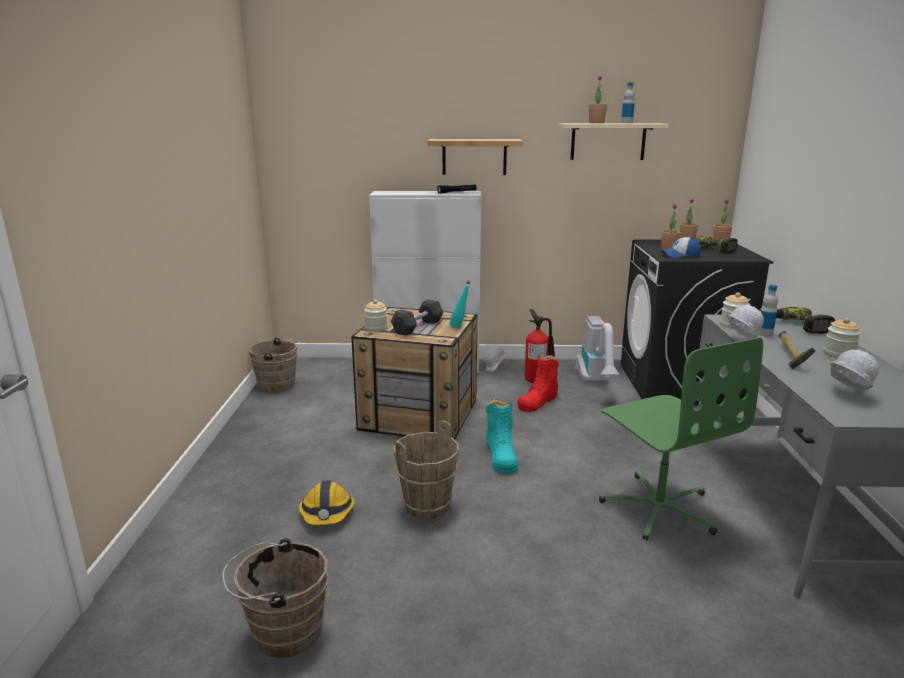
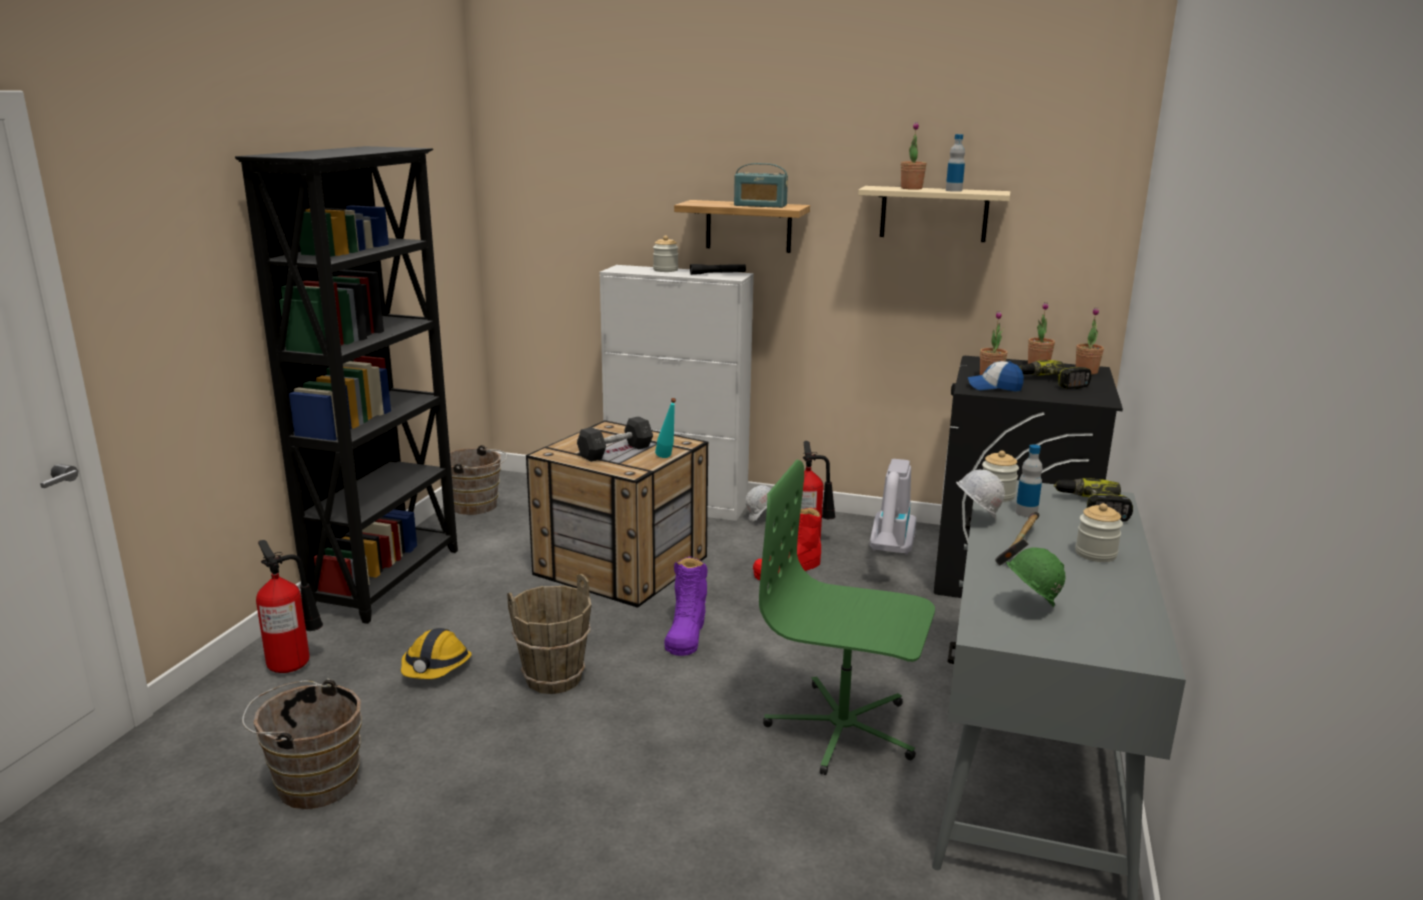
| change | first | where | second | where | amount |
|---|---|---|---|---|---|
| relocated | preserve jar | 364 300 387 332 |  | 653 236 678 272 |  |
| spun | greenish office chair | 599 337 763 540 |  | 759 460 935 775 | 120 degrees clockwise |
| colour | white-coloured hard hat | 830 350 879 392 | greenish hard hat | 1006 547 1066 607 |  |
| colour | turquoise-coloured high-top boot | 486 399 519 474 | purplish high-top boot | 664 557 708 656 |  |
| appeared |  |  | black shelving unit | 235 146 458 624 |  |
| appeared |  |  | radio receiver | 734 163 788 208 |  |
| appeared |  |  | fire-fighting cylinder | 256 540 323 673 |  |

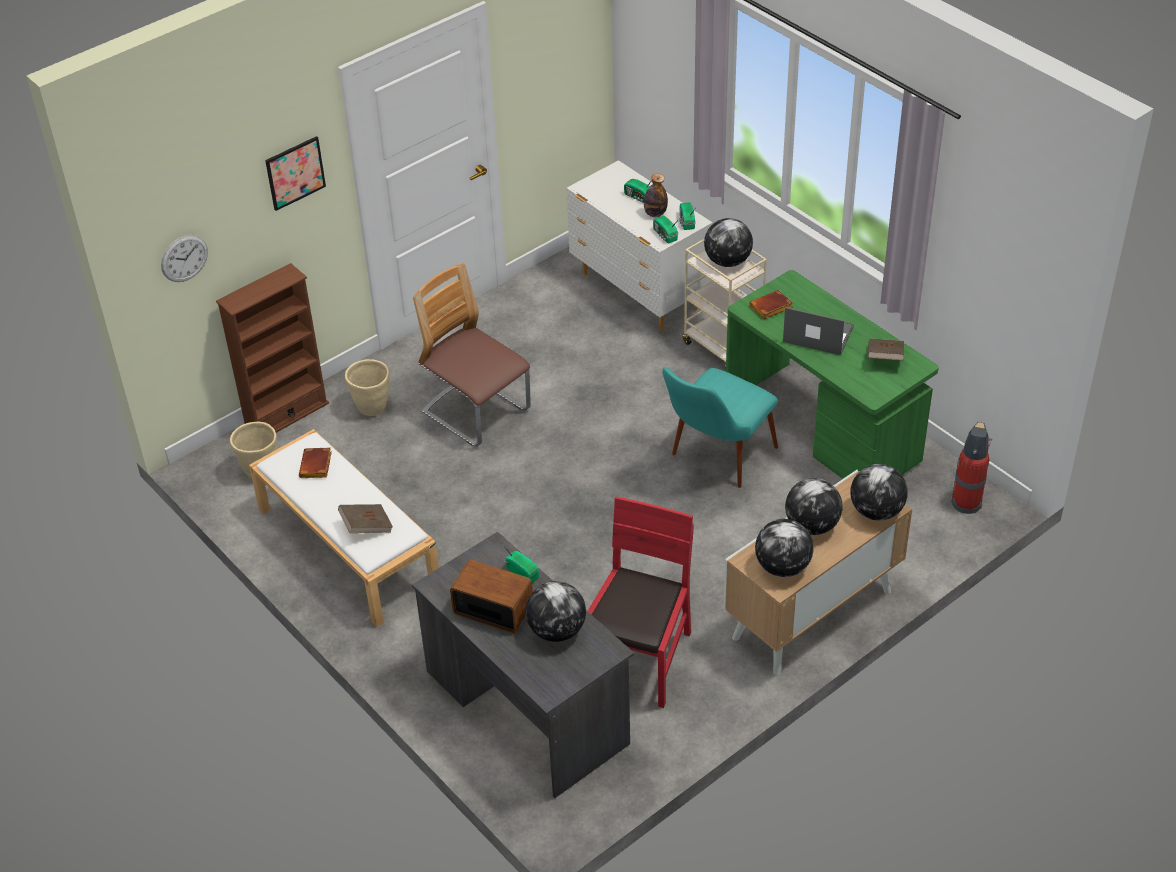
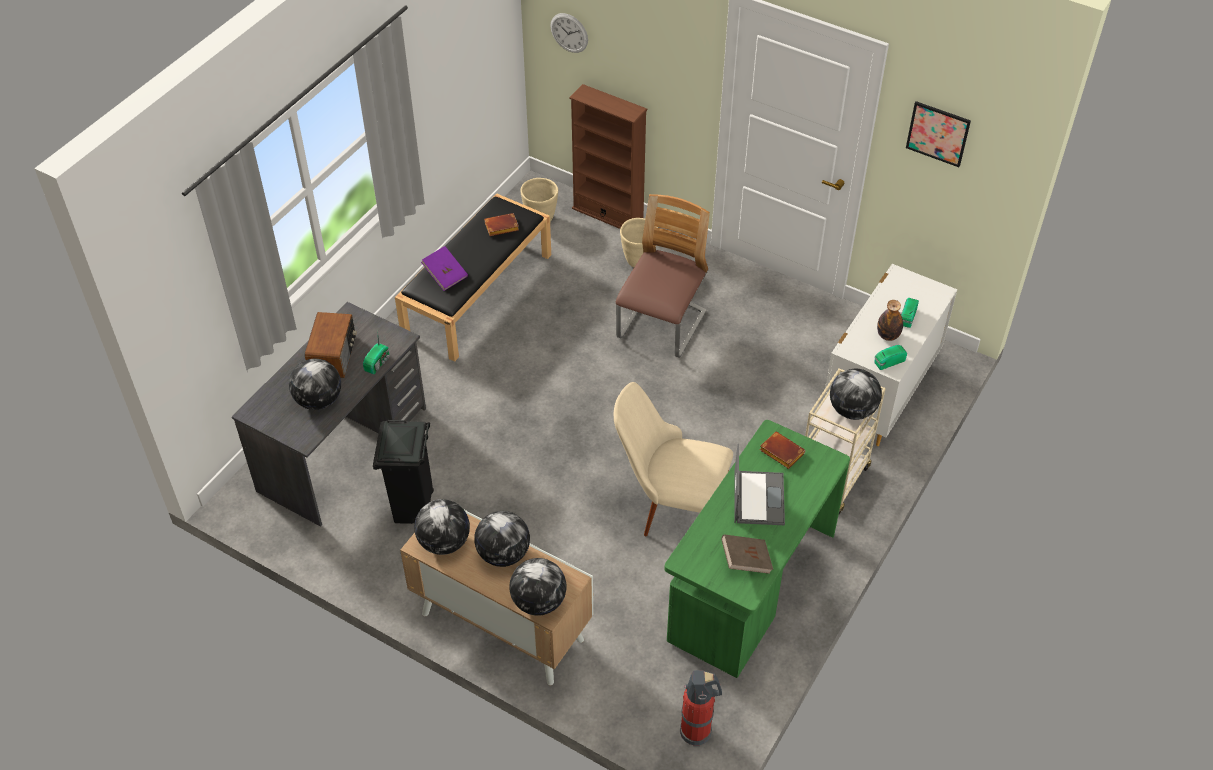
| change | first | where | second | where | amount |
|---|---|---|---|---|---|
| relocated | wall art | 265 136 326 211 |  | 906 101 971 167 |  |
| missing | radio receiver | 653 216 679 243 |  |  |  |
| colour | turquoise-coloured plain chair | 662 367 778 488 | beige plain chair | 614 382 733 536 |  |
| colour | white-coloured bench | 249 429 439 627 | black bench | 395 193 551 362 |  |
| exchanged | red plain chair | 588 496 694 708 | black rubbish bin | 373 420 434 524 |  |
| colour | brown-coloured book | 338 504 393 533 | purplish book | 421 246 468 291 |  |

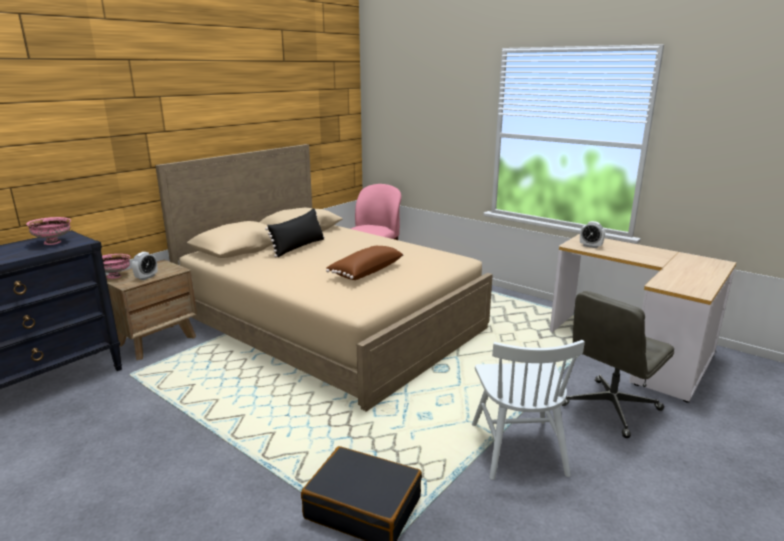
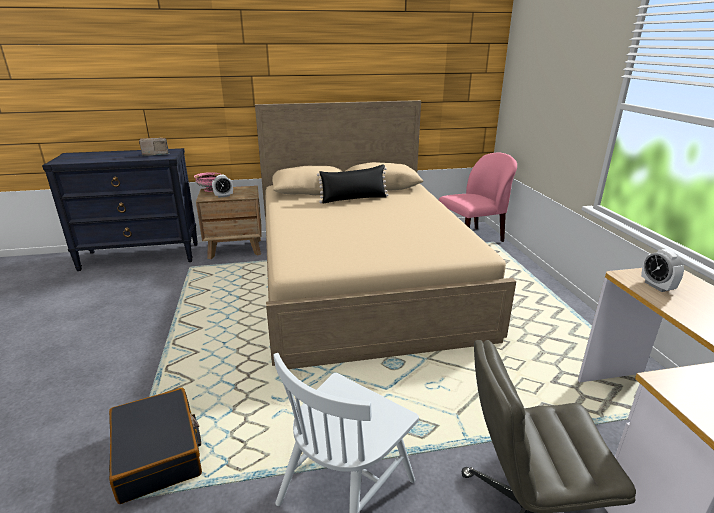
| change | first | where | second | where | amount |
|---|---|---|---|---|---|
| exchanged | pinkish bowl | 26 217 71 245 | radio receiver | 139 138 169 156 |  |
| missing | brown-coloured throw pillow | 326 246 403 280 |  |  |  |

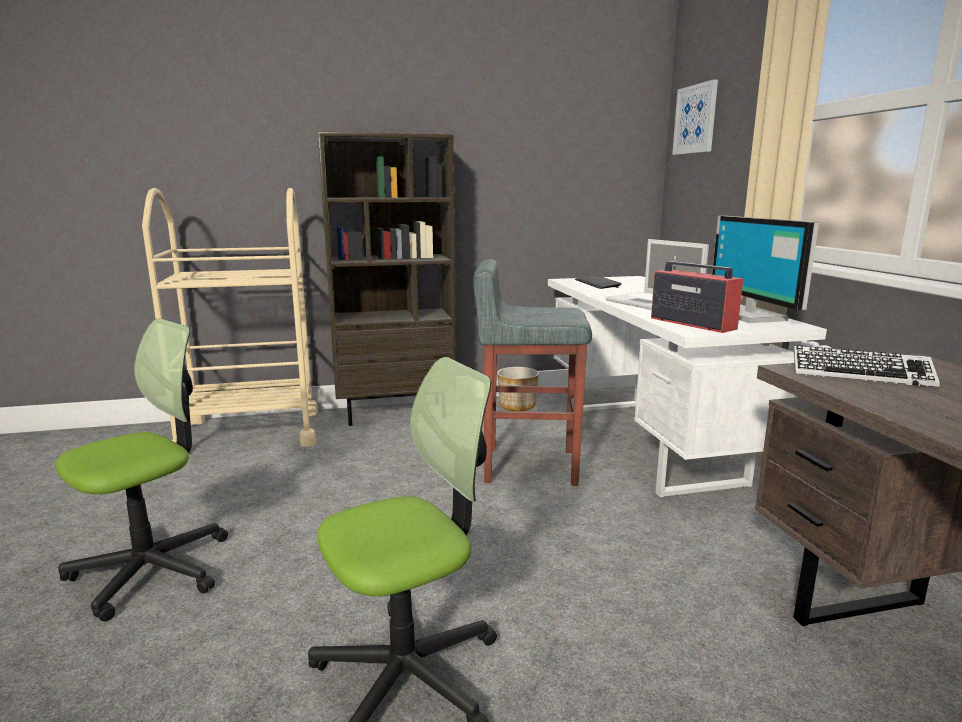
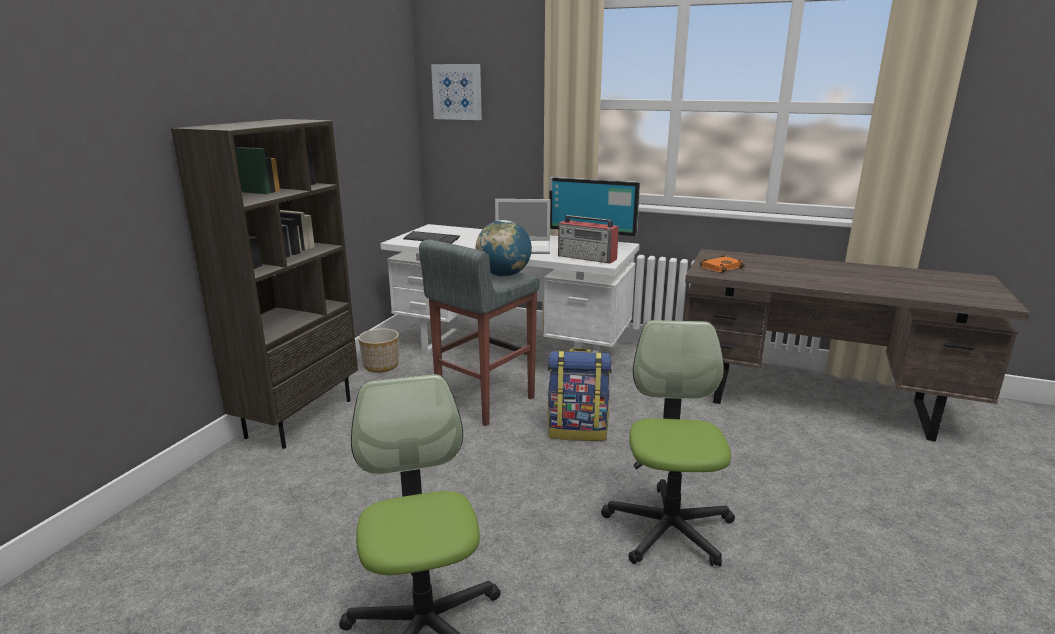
| change | first | where | second | where | amount |
|---|---|---|---|---|---|
| missing | beige trolley | 142 188 318 447 |  |  |  |
| spun | radio receiver | 651 256 743 333 |  | 558 215 619 264 | 150 degrees counterclockwise |
| exchanged | PC keyboard | 794 346 940 388 | orange book | 700 255 745 273 |  |
| appeared |  |  | world globe | 476 220 532 277 |  |
| appeared |  |  | rucksack | 548 348 612 441 |  |

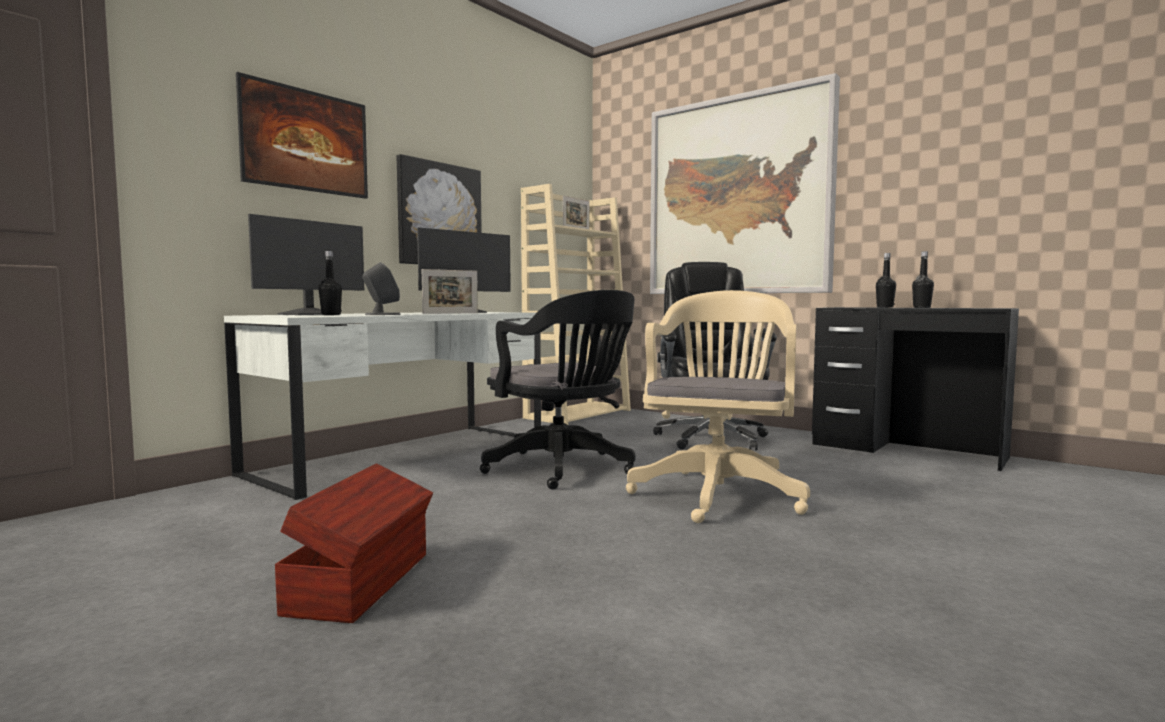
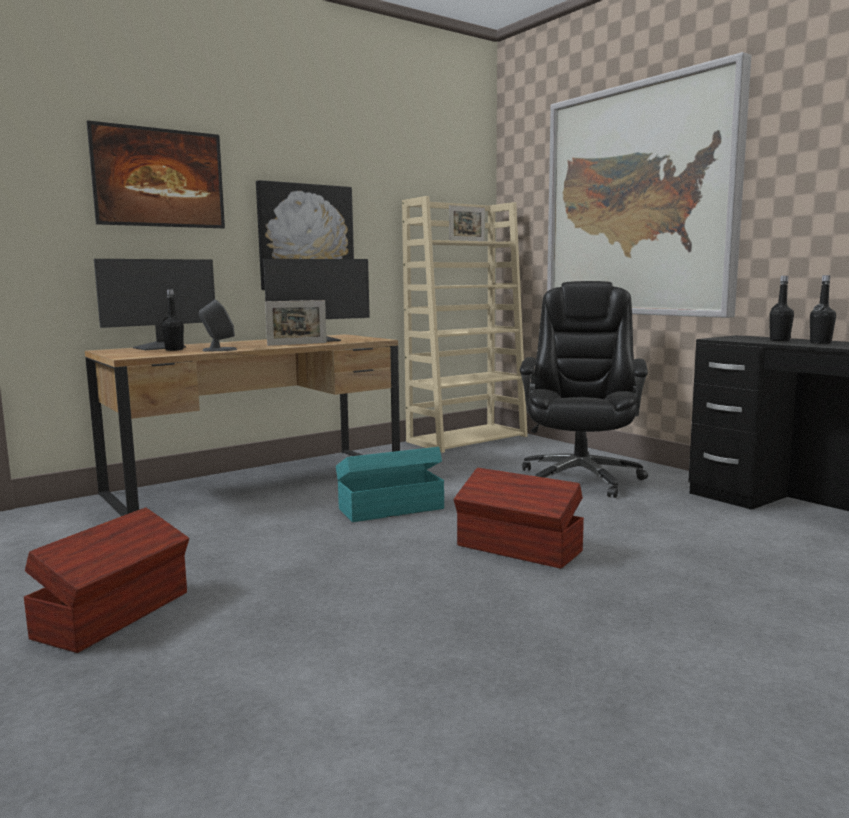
| change | first | where | second | where | amount |
|---|---|---|---|---|---|
| exchanged | black office chair | 480 290 636 490 | turquoise-coloured storage box | 336 447 444 522 |  |
| exchanged | beige office chair | 626 290 810 523 | brown-coloured storage box | 454 468 584 569 |  |
| colour | white-coloured desk unit | 224 312 541 500 | brown-coloured desk unit | 85 334 400 516 |  |

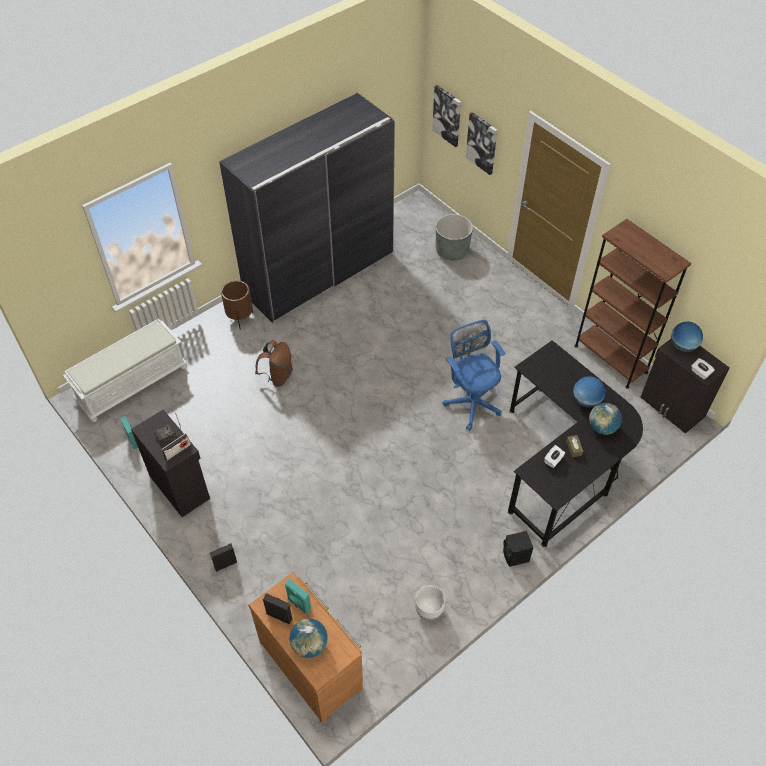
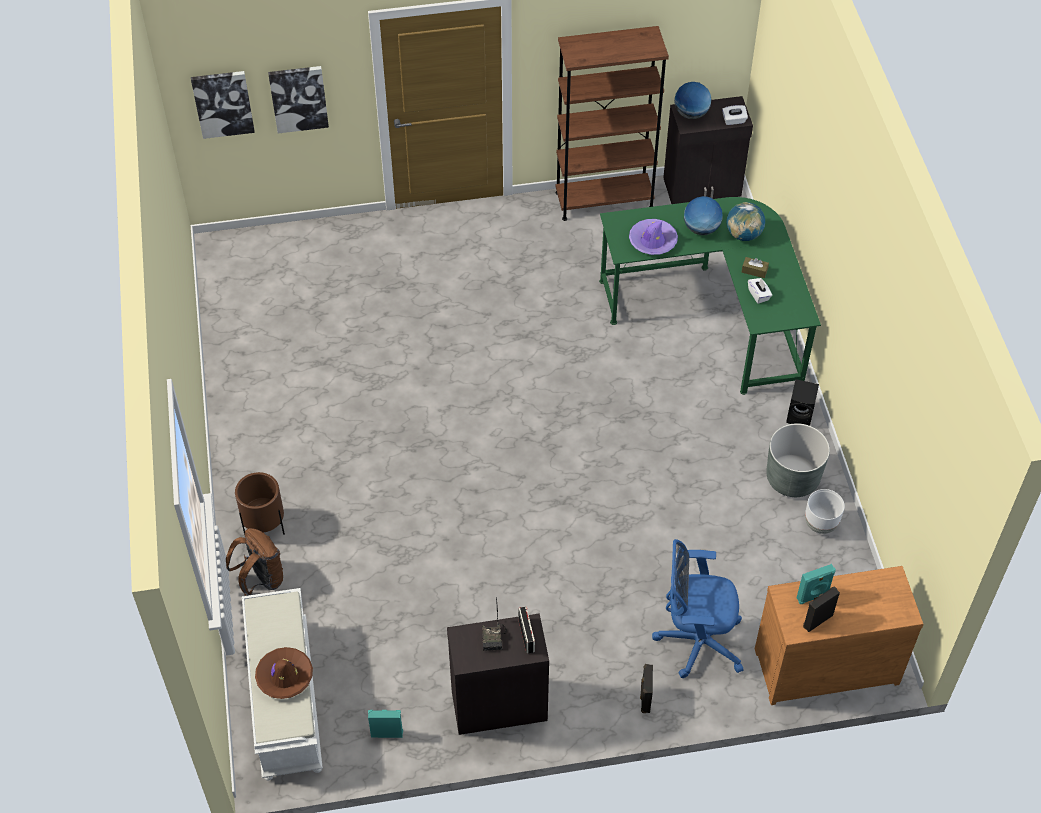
| change | first | where | second | where | amount |
|---|---|---|---|---|---|
| missing | greyish clothes cupboard | 219 93 395 323 |  |  |  |
| relocated | greyish plant pot | 436 214 473 261 |  | 766 423 830 497 |  |
| relocated | blue-coloured office chair | 443 320 505 431 |  | 652 539 743 678 |  |
| relocated | brown-coloured rucksack | 255 340 293 387 |  | 226 528 283 596 |  |
| colour | black desk unit | 508 340 643 547 | greenish desk unit | 599 197 821 395 |  |
| missing | world globe | 290 618 328 658 |  |  |  |
| appeared |  |  | purplish hat | 629 219 678 255 |  |
| appeared |  |  | brown-coloured hat | 255 647 313 699 |  |

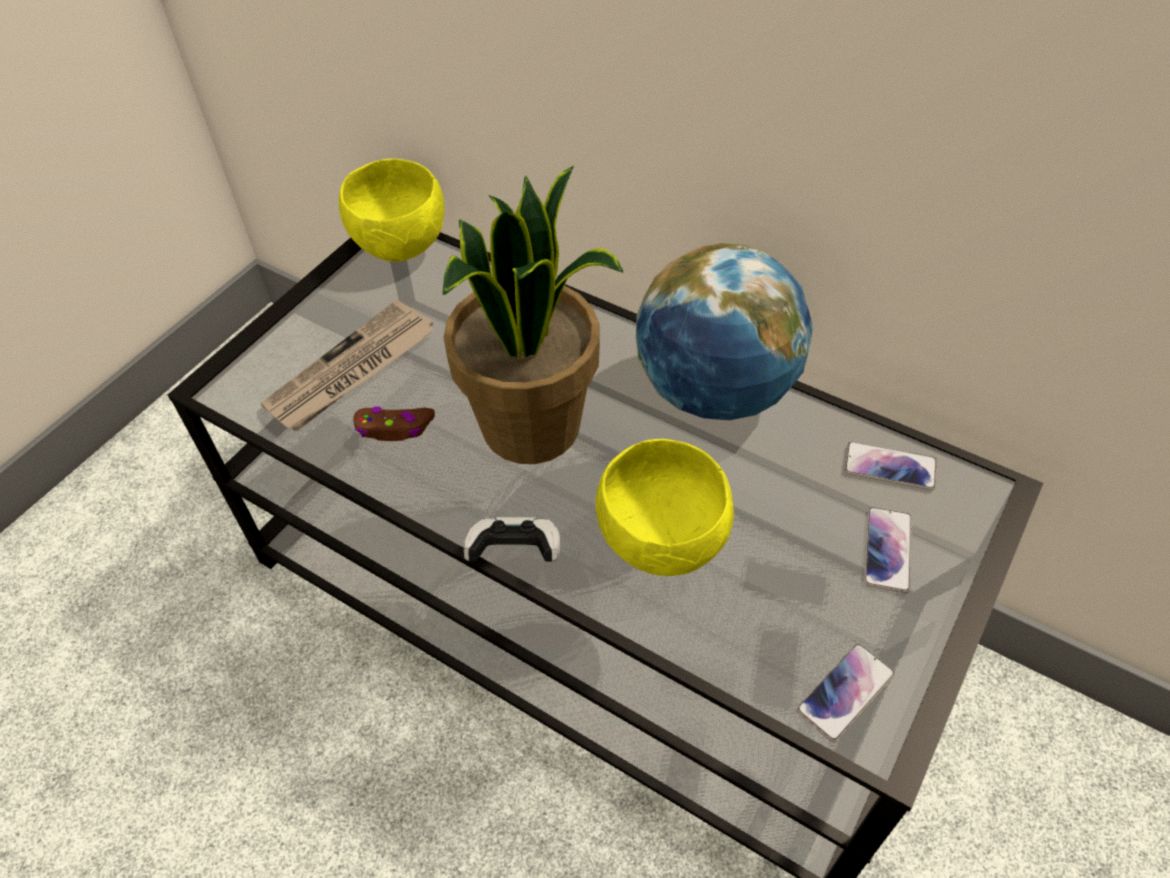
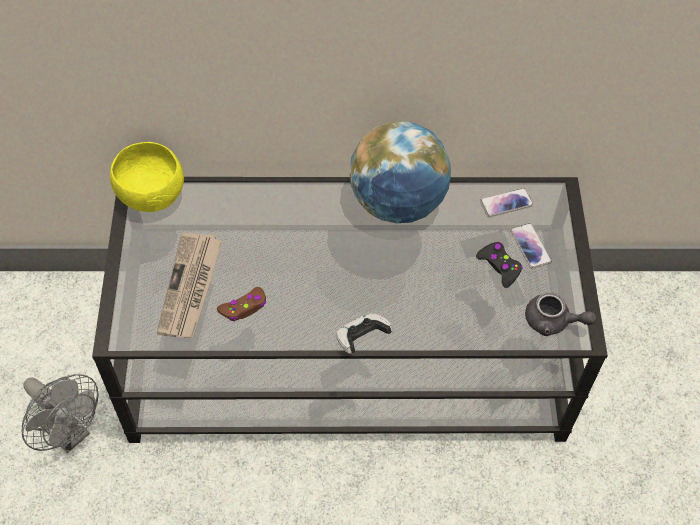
| change | first | where | second | where | amount |
|---|---|---|---|---|---|
| missing | potted plant | 442 166 623 464 |  |  |  |
| missing | yellowish bowl | 595 439 734 576 |  |  |  |
| exchanged | telephone | 796 644 895 742 | greyish tea pot | 525 292 596 336 |  |
| appeared |  |  | black gamepad | 476 242 523 288 |  |
| appeared |  |  | greyish fan | 22 374 99 453 |  |

